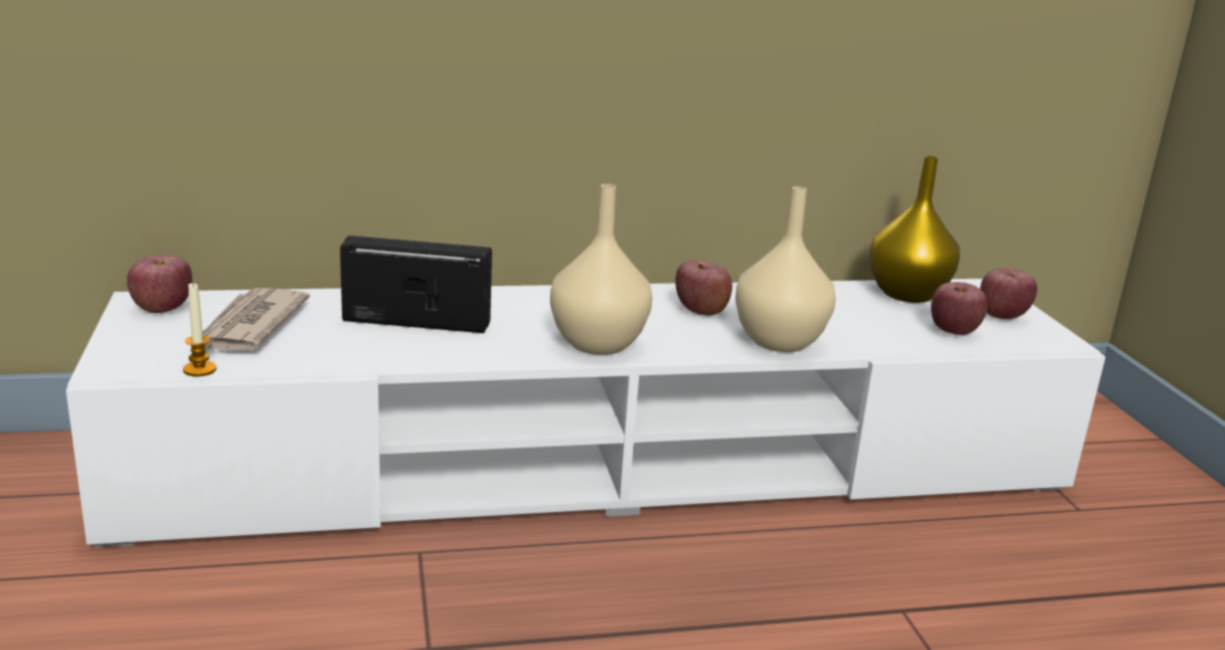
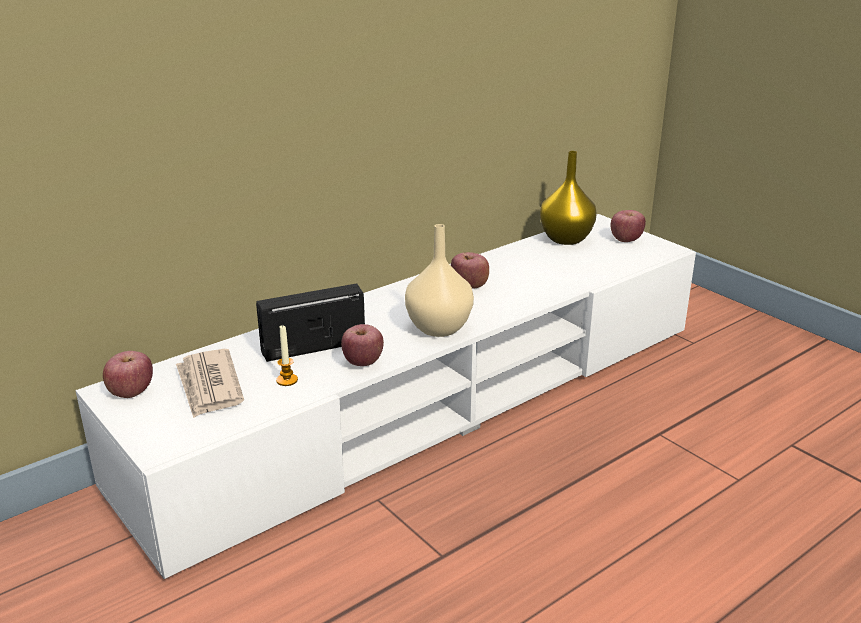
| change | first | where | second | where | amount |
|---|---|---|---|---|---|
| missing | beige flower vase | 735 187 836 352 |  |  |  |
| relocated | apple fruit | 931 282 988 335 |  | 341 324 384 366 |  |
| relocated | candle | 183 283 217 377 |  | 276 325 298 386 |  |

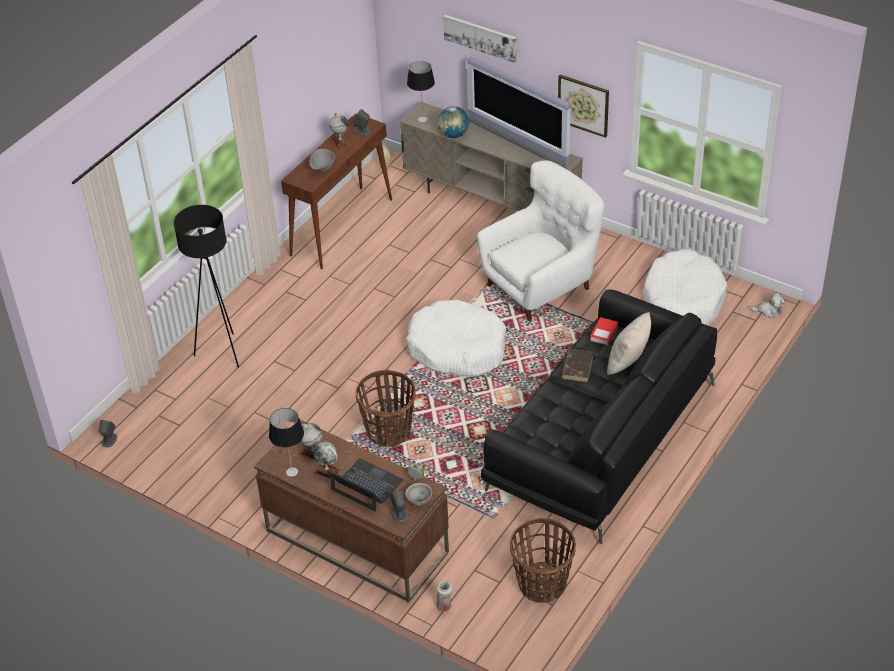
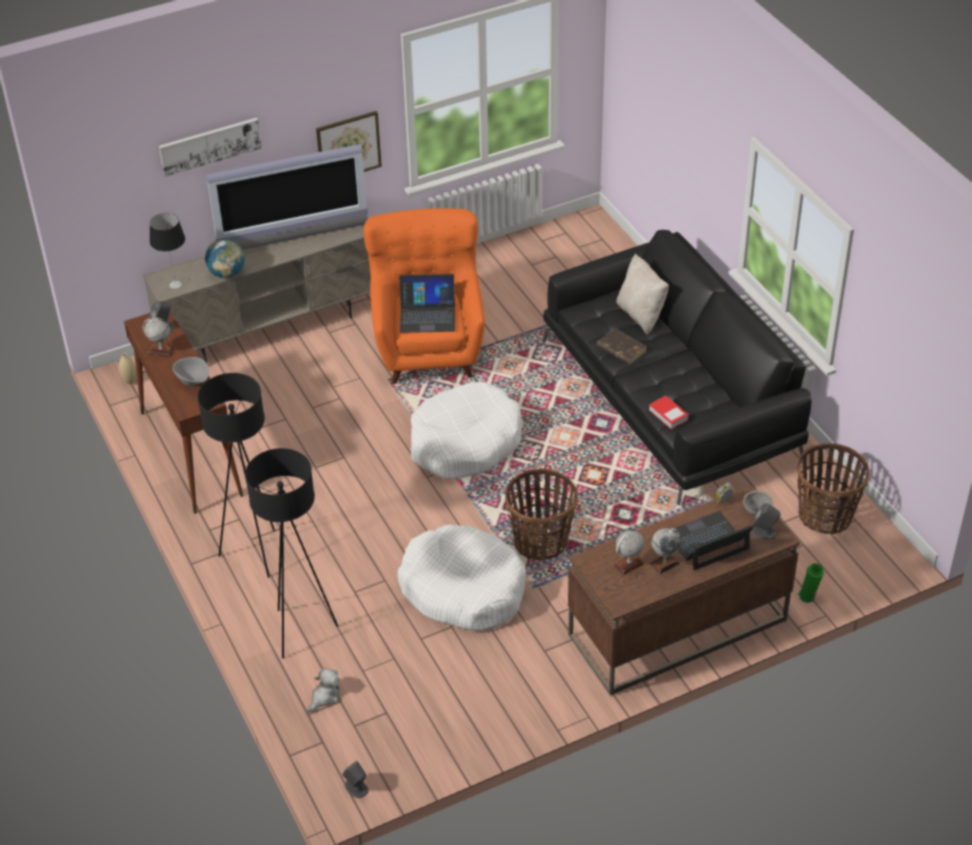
| change | first | where | second | where | amount |
|---|---|---|---|---|---|
| colour | white-coloured lounge chair | 477 160 604 321 | orange lounge chair | 364 208 485 384 |  |
| relocated | white-coloured pet bed | 643 249 727 325 |  | 398 525 526 631 |  |
| relocated | plush toy | 750 292 785 318 |  | 306 668 340 712 |  |
| relocated | book | 590 317 618 346 |  | 649 396 689 429 |  |
| missing | table lamp | 269 408 304 477 |  |  |  |
| colour | white-coloured flower vase | 436 580 452 611 | greenish flower vase | 798 563 824 603 |  |
| appeared |  |  | laptop | 400 274 455 333 |  |
| appeared |  |  | black standard lamp | 198 373 275 578 |  |

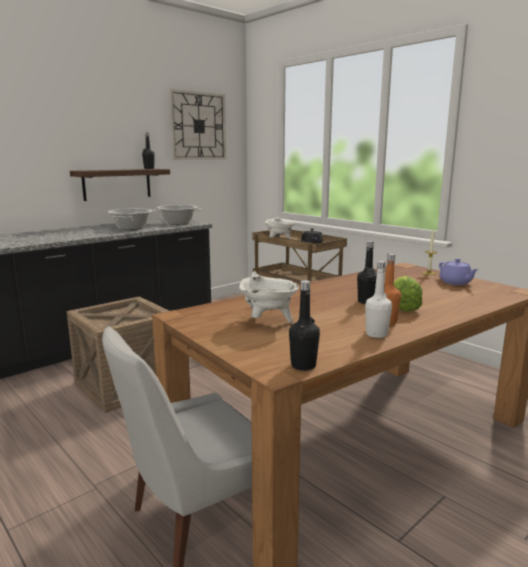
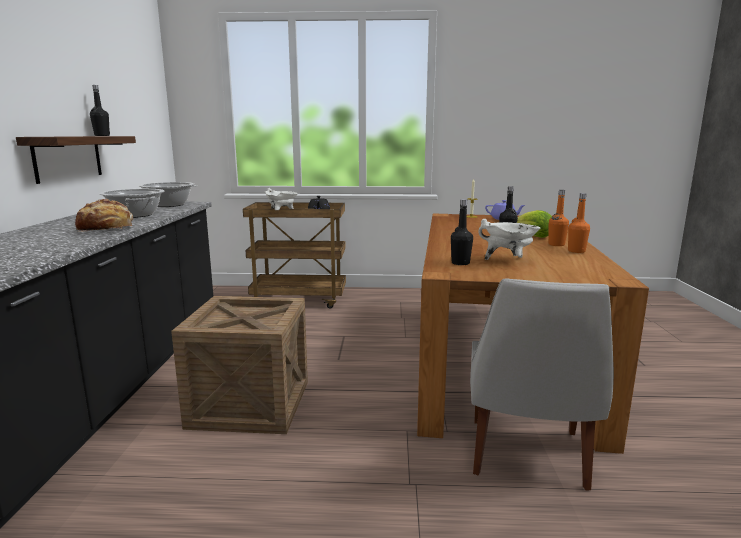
| change | first | where | second | where | amount |
|---|---|---|---|---|---|
| missing | hanging clock | 169 89 226 160 |  |  |  |
| colour | white-coloured drink bottle | 365 261 392 338 | orange drink bottle | 568 193 590 253 |  |
| relocated | black drink bottle | 289 280 320 371 |  | 451 199 473 265 |  |
| appeared |  |  | baked bread | 75 199 133 231 |  |

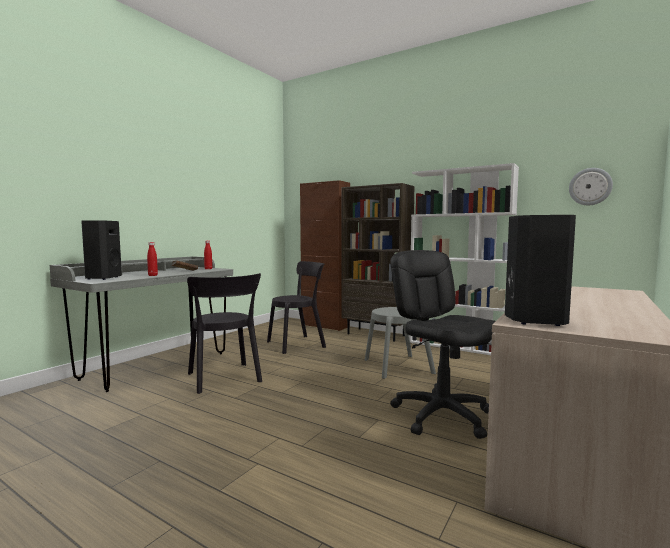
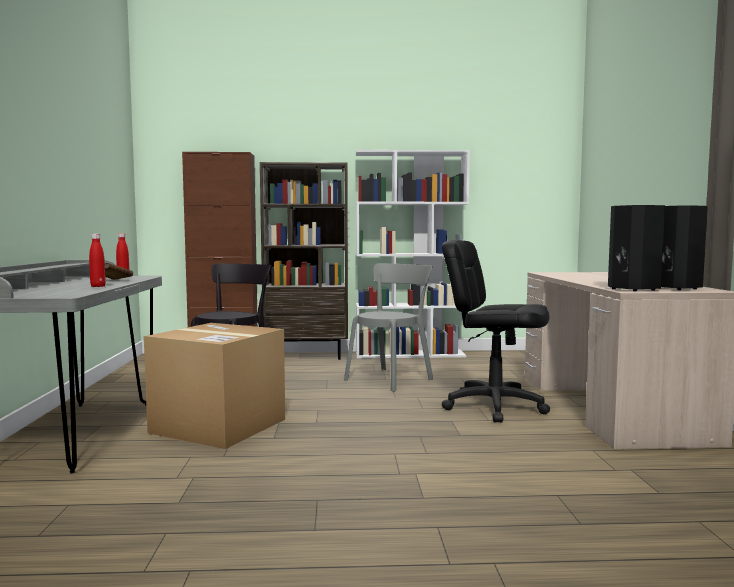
| change | first | where | second | where | amount |
|---|---|---|---|---|---|
| missing | hanging clock | 569 168 613 205 |  |  |  |
| relocated | black speaker | 81 220 122 280 |  | 661 205 708 290 |  |
| exchanged | black plain chair | 187 273 262 394 | packing box | 144 323 285 449 |  |

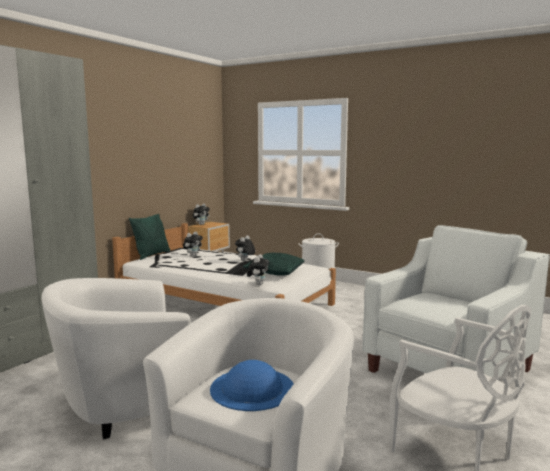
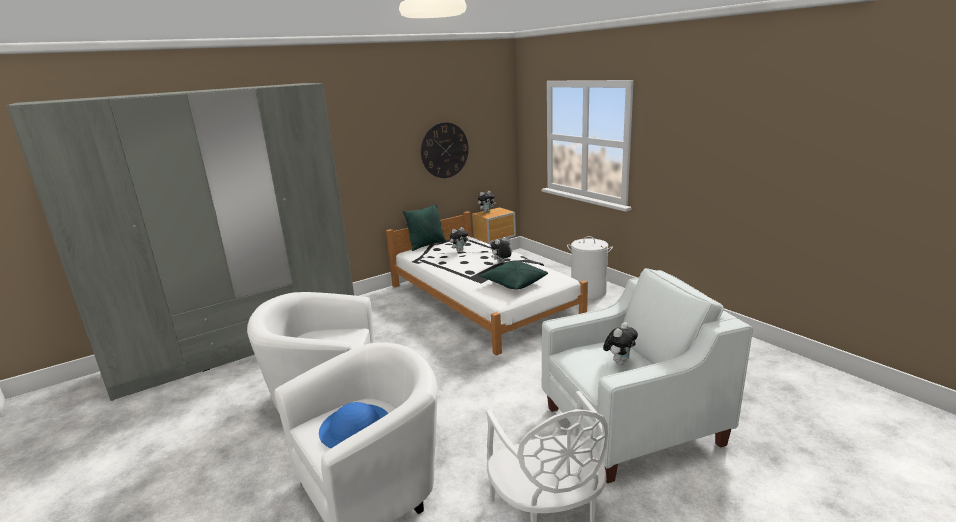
| change | first | where | second | where | amount |
|---|---|---|---|---|---|
| relocated | plush toy | 247 254 270 285 |  | 603 322 638 365 |  |
| appeared |  |  | hanging clock | 421 122 469 178 |  |

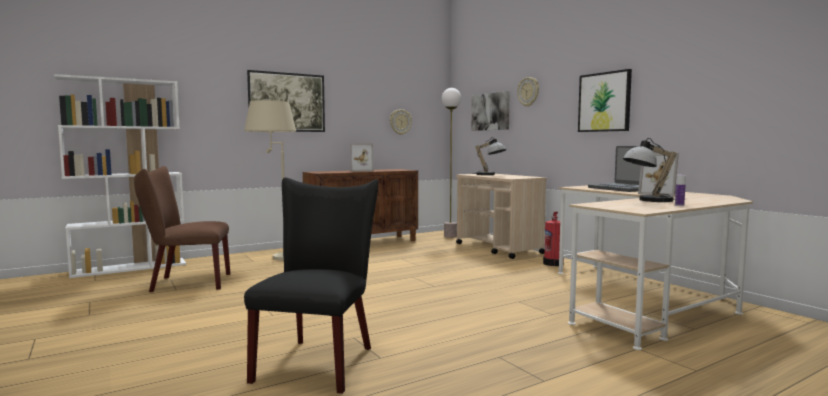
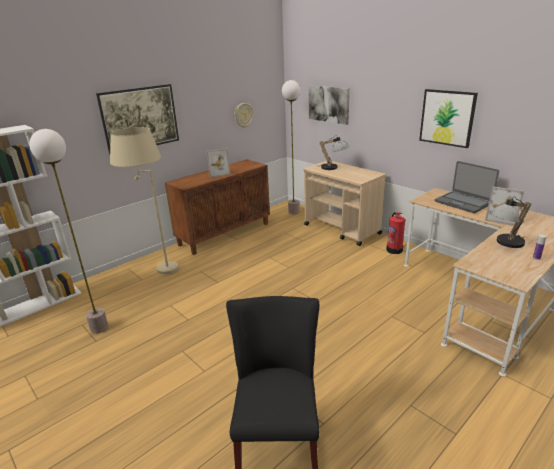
| change | first | where | second | where | amount |
|---|---|---|---|---|---|
| missing | hanging clock | 517 77 539 107 |  |  |  |
| exchanged | brown-coloured plain chair | 134 166 231 292 | standard lamp | 29 129 108 334 |  |

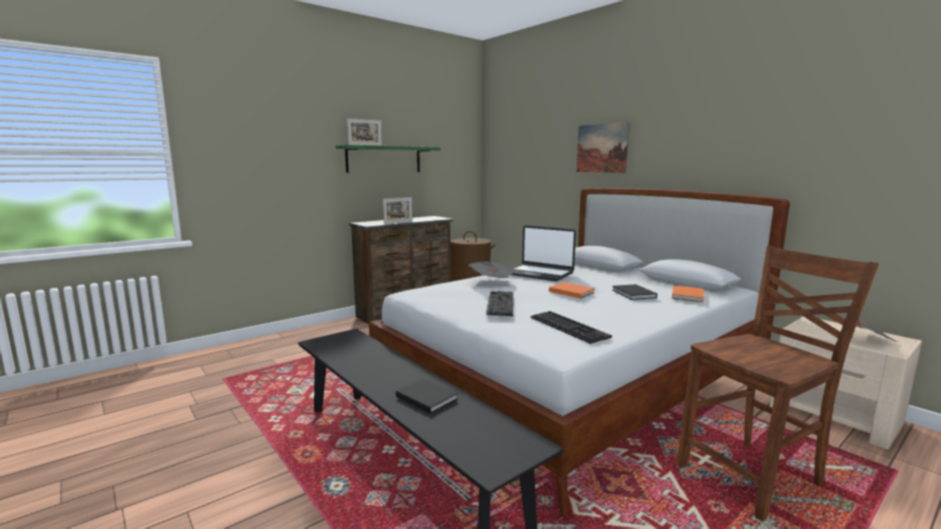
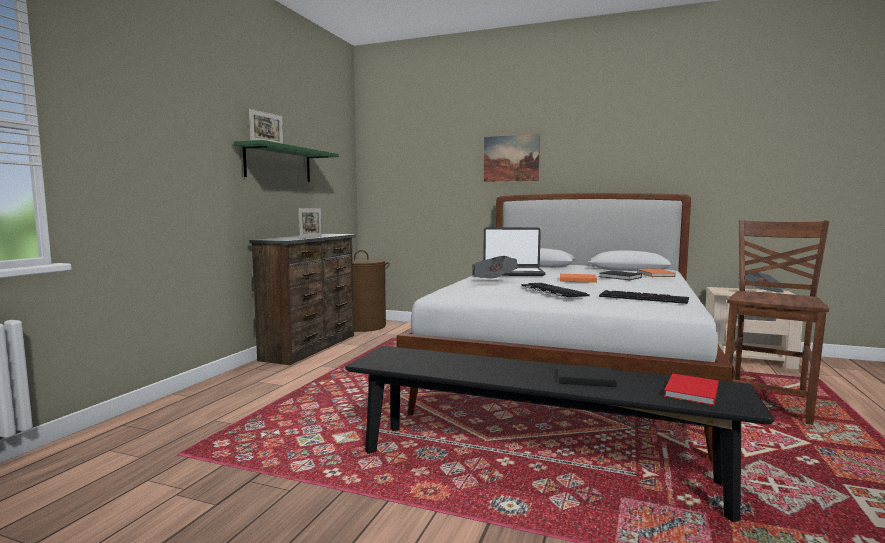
| change | first | where | second | where | amount |
|---|---|---|---|---|---|
| appeared |  |  | red book | 664 373 719 406 |  |

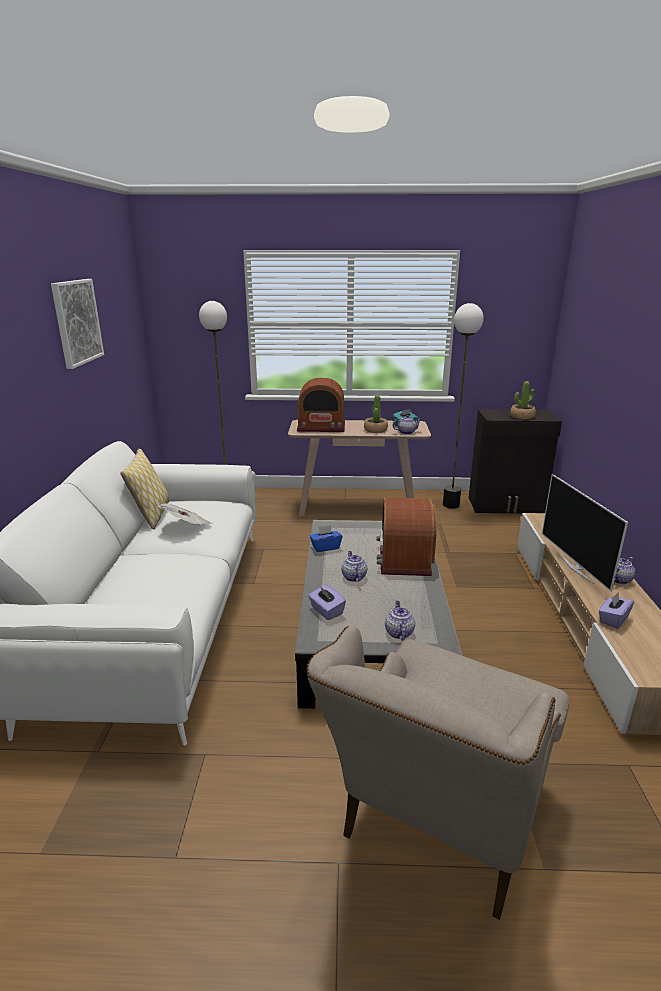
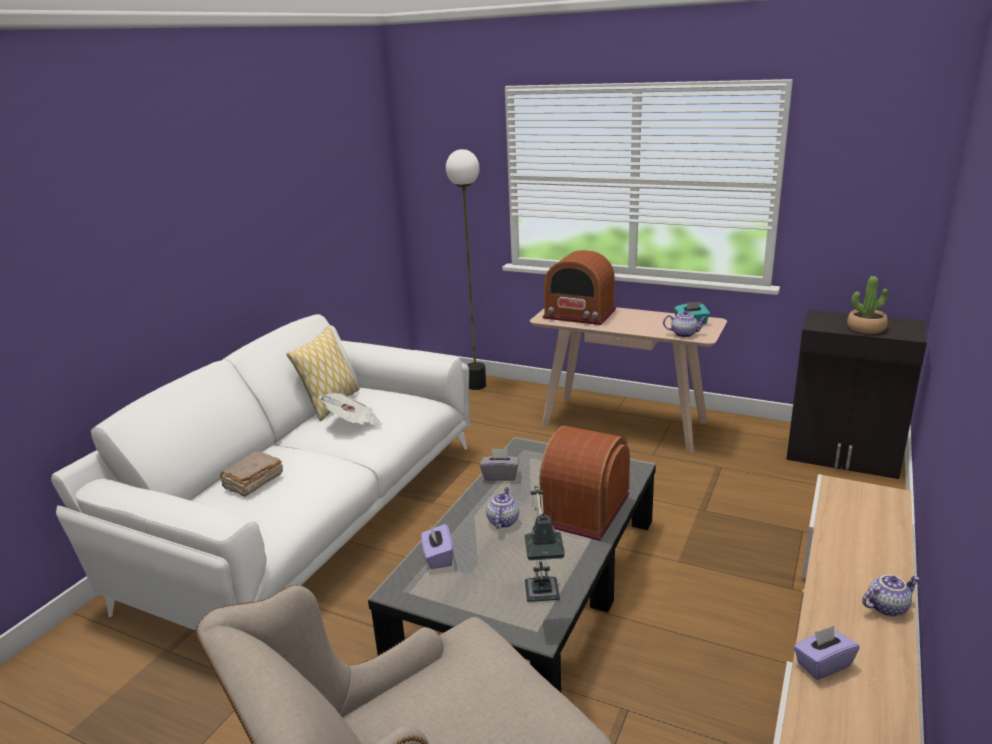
| change | first | where | second | where | amount |
|---|---|---|---|---|---|
| missing | wall art | 51 279 104 369 |  |  |  |
| missing | standard lamp | 443 303 484 509 |  |  |  |
| missing | potted plant | 364 395 388 433 |  |  |  |
| missing | TV set | 542 474 628 592 |  |  |  |
| colour | blue-coloured tissue box | 310 525 343 552 | greyish tissue box | 480 448 519 481 |  |
| missing | tea pot | 385 601 415 640 |  |  |  |
| appeared |  |  | brown-coloured book | 220 451 283 497 |  |
| appeared |  |  | table lamp | 525 486 565 602 |  |

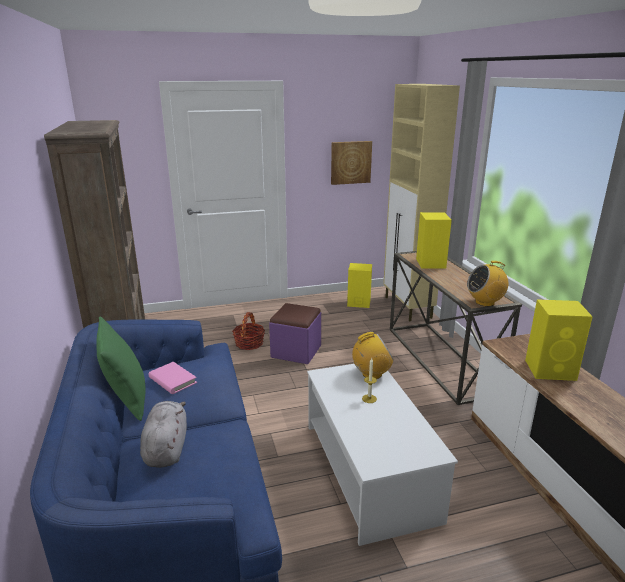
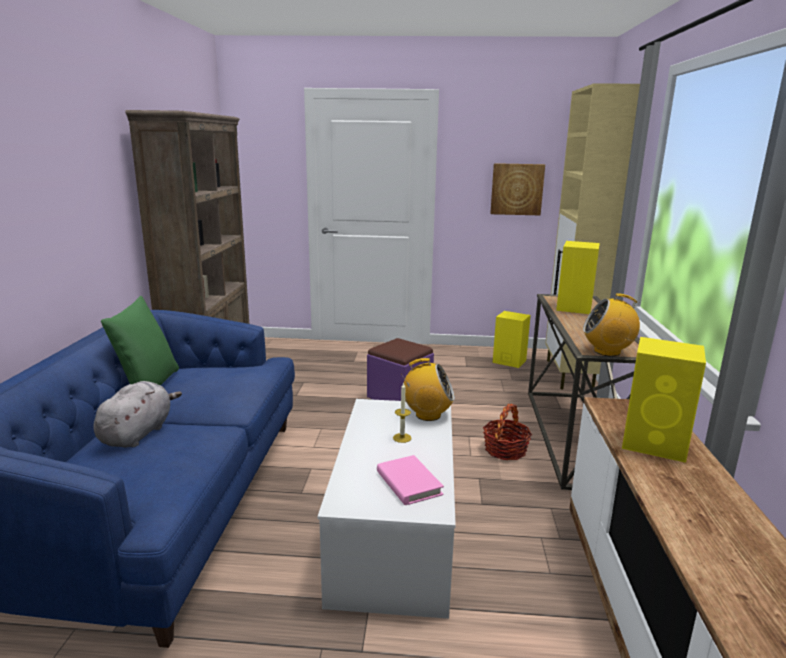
| change | first | where | second | where | amount |
|---|---|---|---|---|---|
| relocated | household basket | 232 312 265 350 |  | 483 404 532 460 |  |
| relocated | pinkish book | 148 362 197 394 |  | 377 455 444 505 |  |

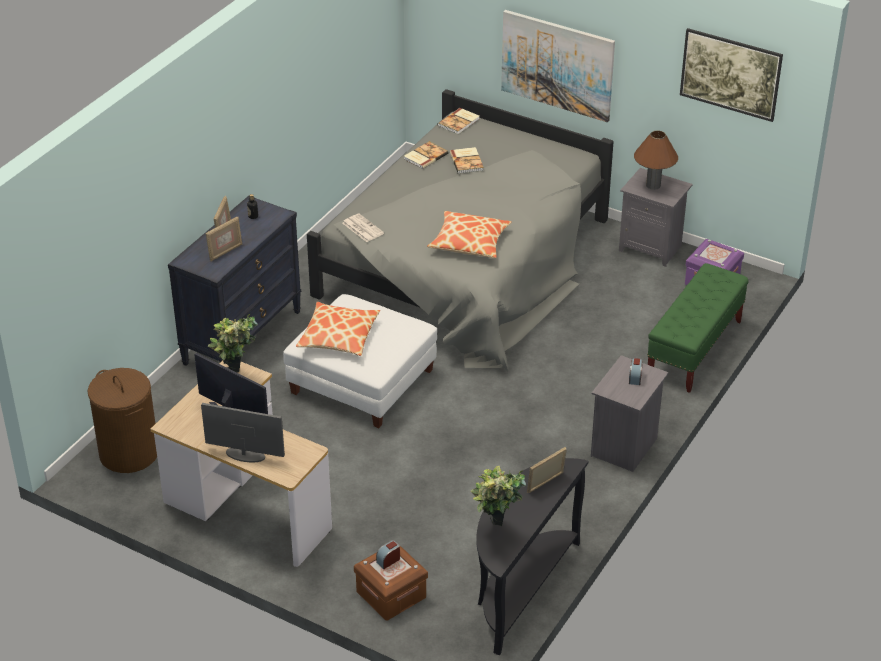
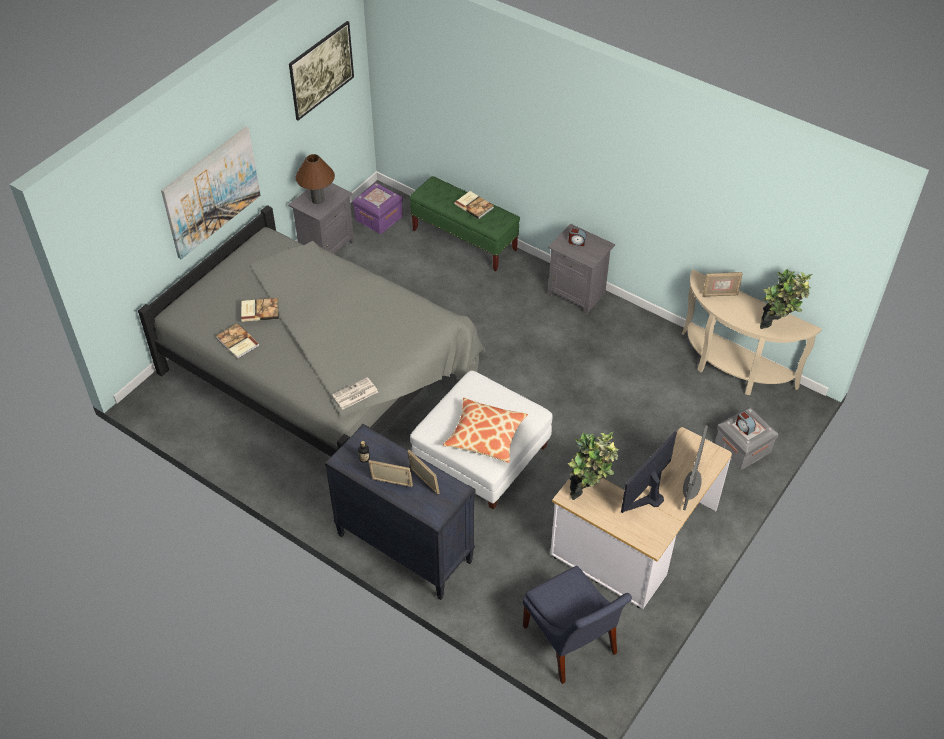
| change | first | where | second | where | amount |
|---|---|---|---|---|---|
| relocated | book | 438 108 479 134 |  | 454 191 494 219 |  |
| missing | throw pillow | 427 211 512 258 |  |  |  |
| exchanged | brown-coloured hamper | 87 368 157 473 | blue-coloured plain chair | 523 566 632 684 |  |
| spun | photo frame | 527 447 567 493 |  | 702 272 743 297 | 60 degrees counterclockwise |
| colour | black narrow table | 476 458 588 655 | beige narrow table | 682 270 822 395 |  |
| colour | brown-coloured storage box | 354 546 428 620 | greyish storage box | 715 407 778 469 |  |

